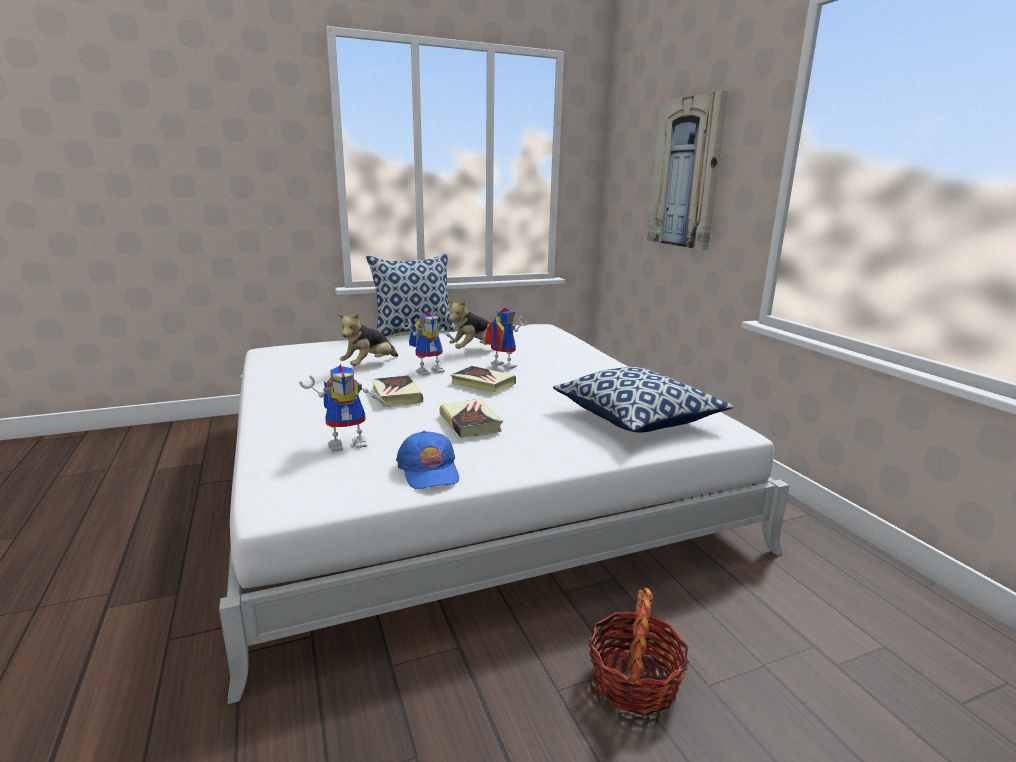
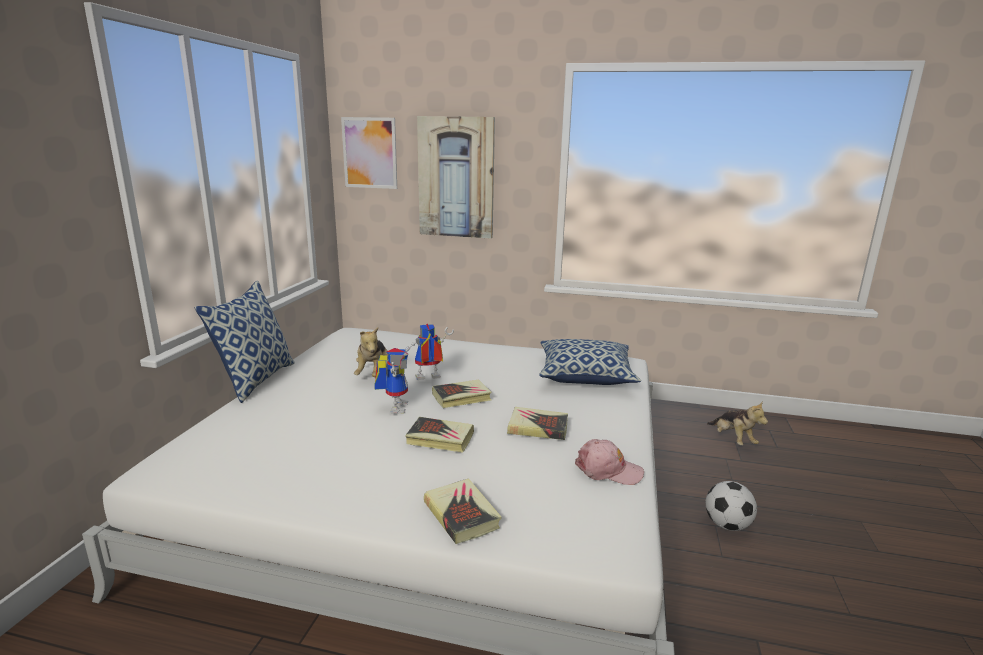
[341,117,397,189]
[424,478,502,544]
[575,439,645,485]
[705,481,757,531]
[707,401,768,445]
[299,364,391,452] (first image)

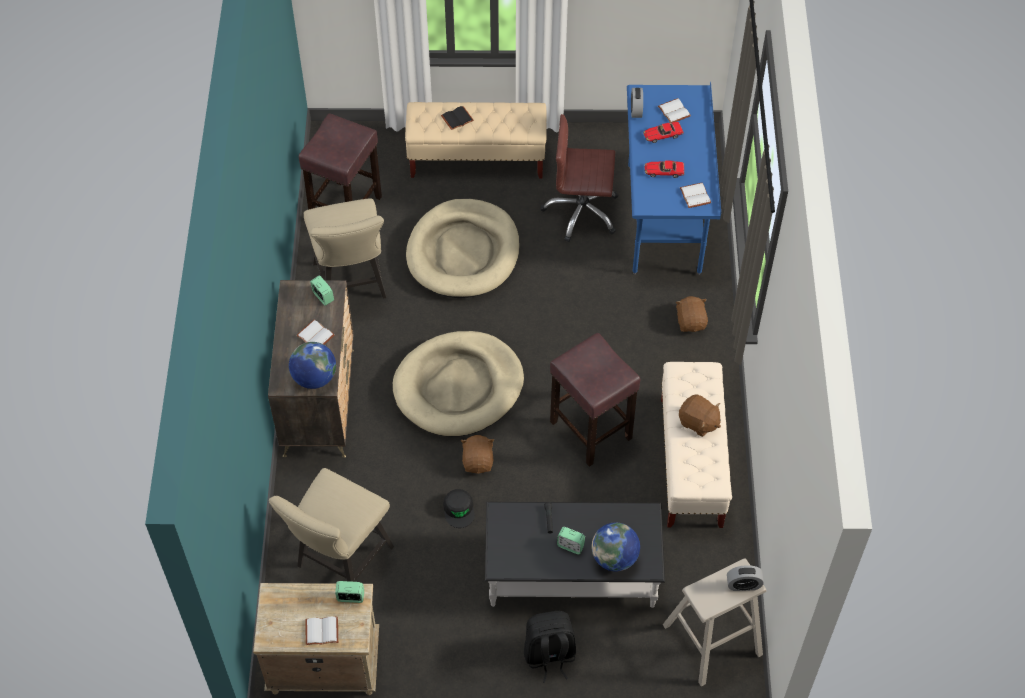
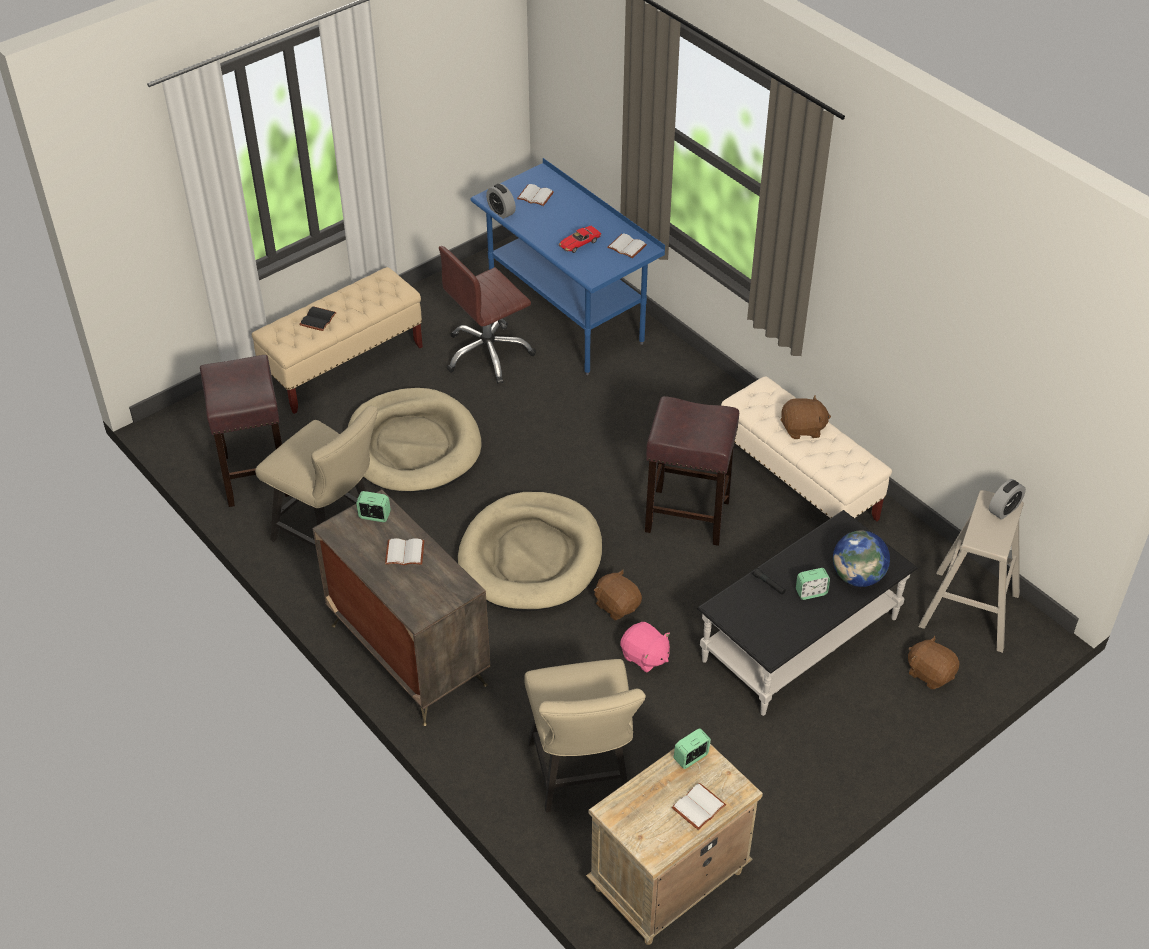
[620,622,670,673]
[908,636,959,689]
[289,342,336,389] (first image)
[524,611,576,683] (first image)
[643,122,684,143] (first image)

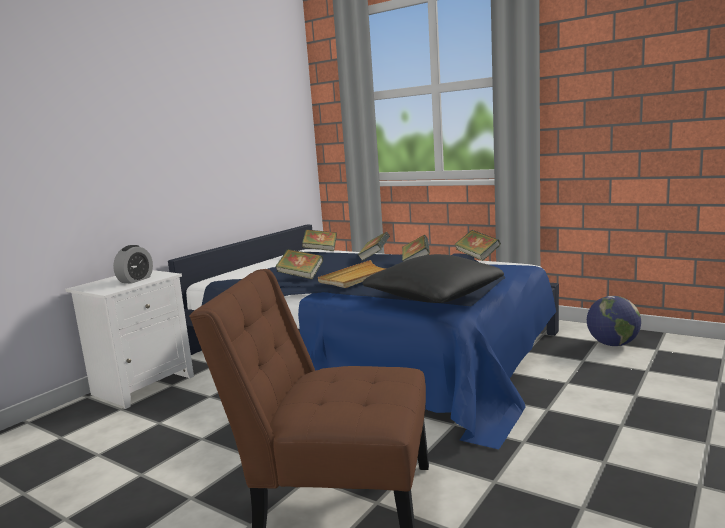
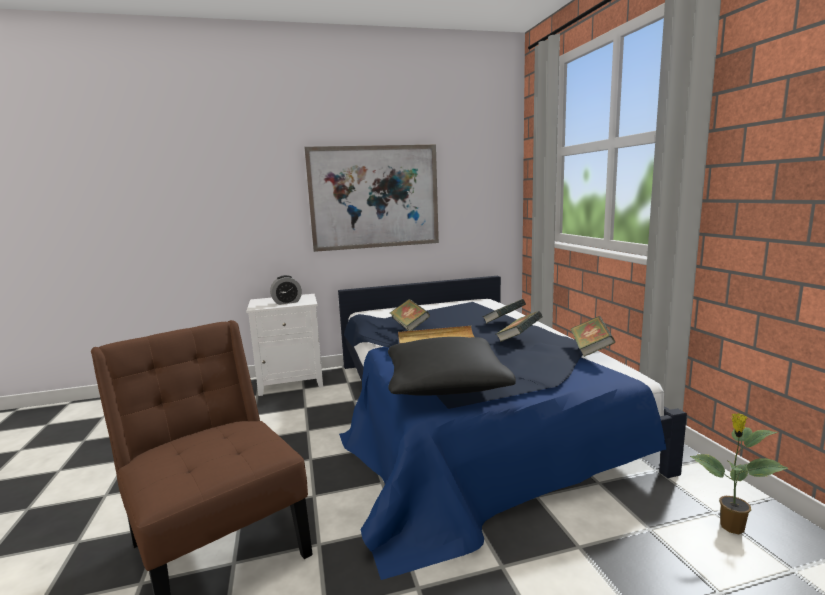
[304,145,439,252]
[690,413,788,534]
[302,229,337,251] (first image)

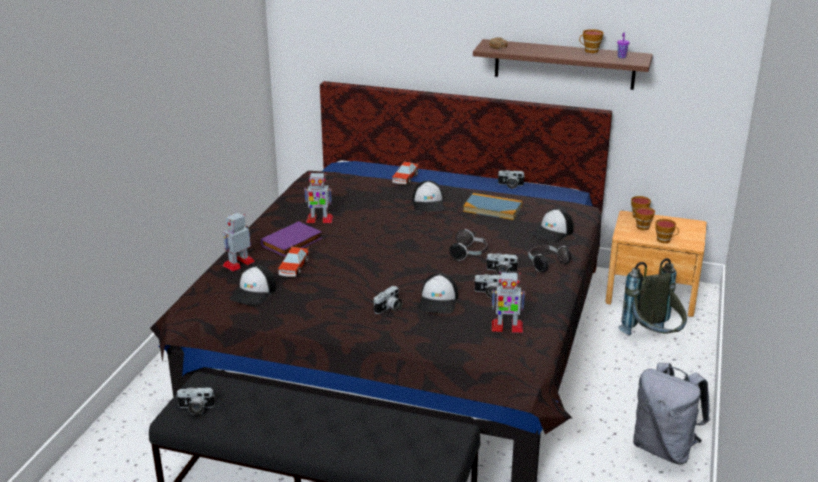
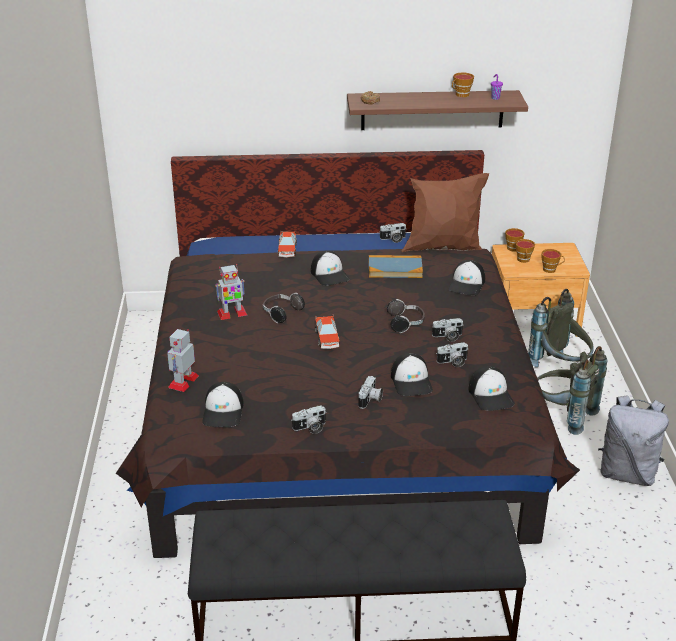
[263,293,305,323]
[291,405,326,434]
[315,316,340,349]
[401,173,489,252]
[469,366,515,411]
[537,346,607,435]
[261,221,322,257] (first image)

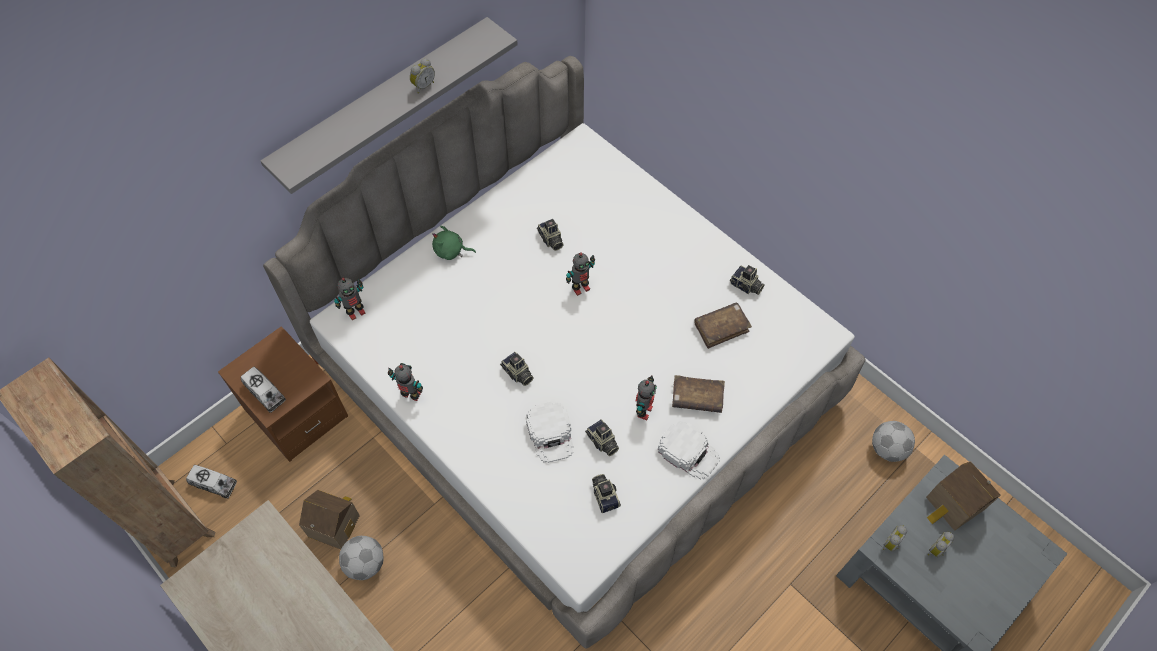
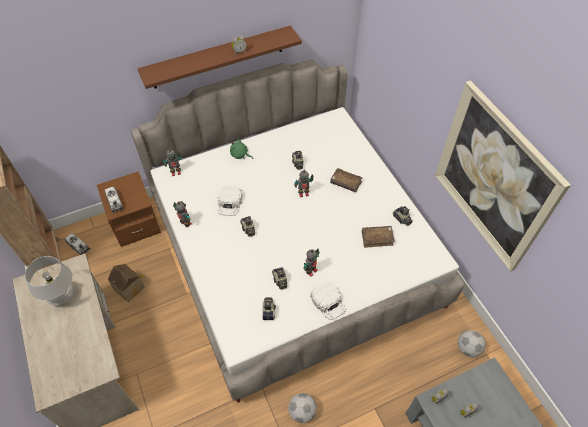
[25,256,74,306]
[137,25,302,89]
[217,185,242,216]
[288,393,317,423]
[330,168,363,192]
[435,80,571,272]
[926,462,1001,531] (first image)

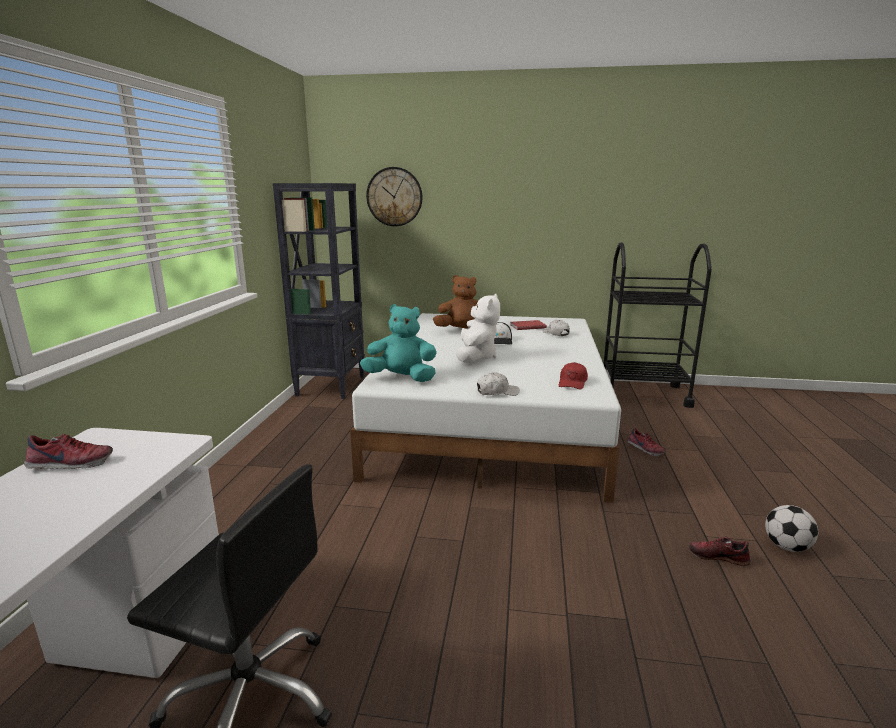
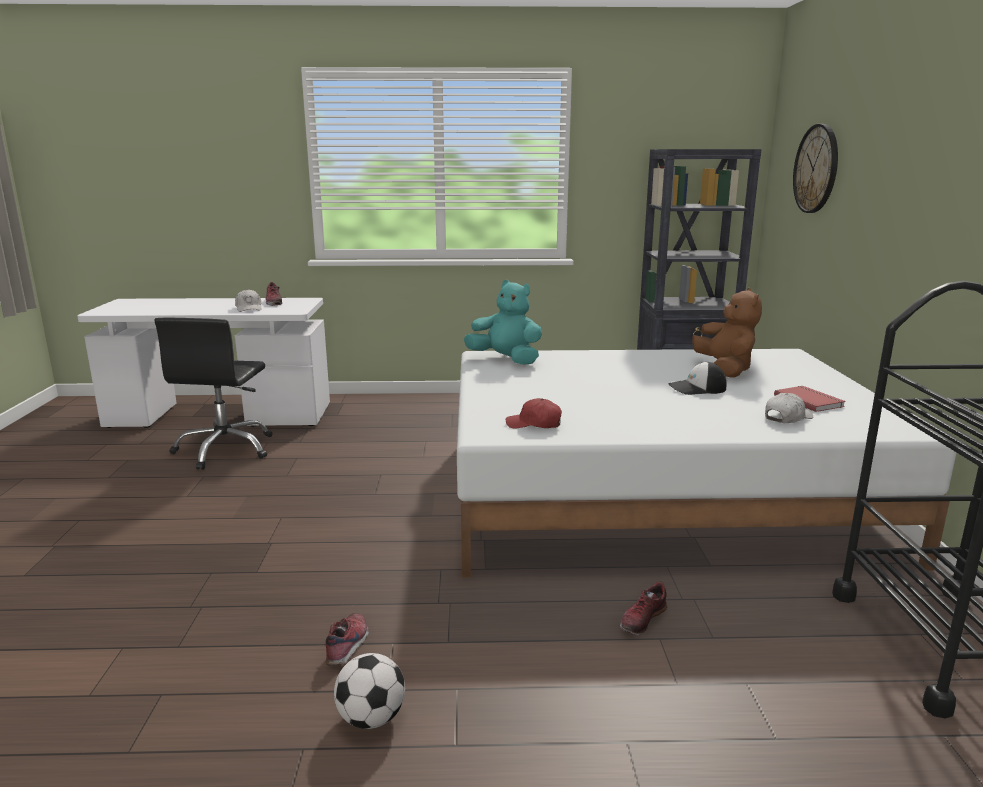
[235,289,261,312]
[464,280,542,365]
[456,294,500,363] (first image)

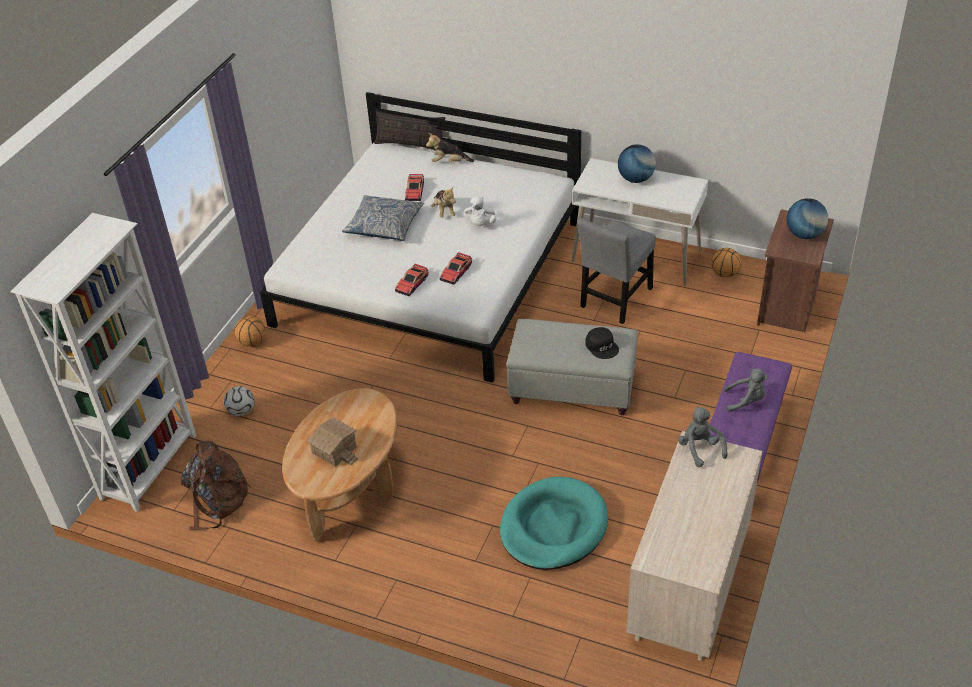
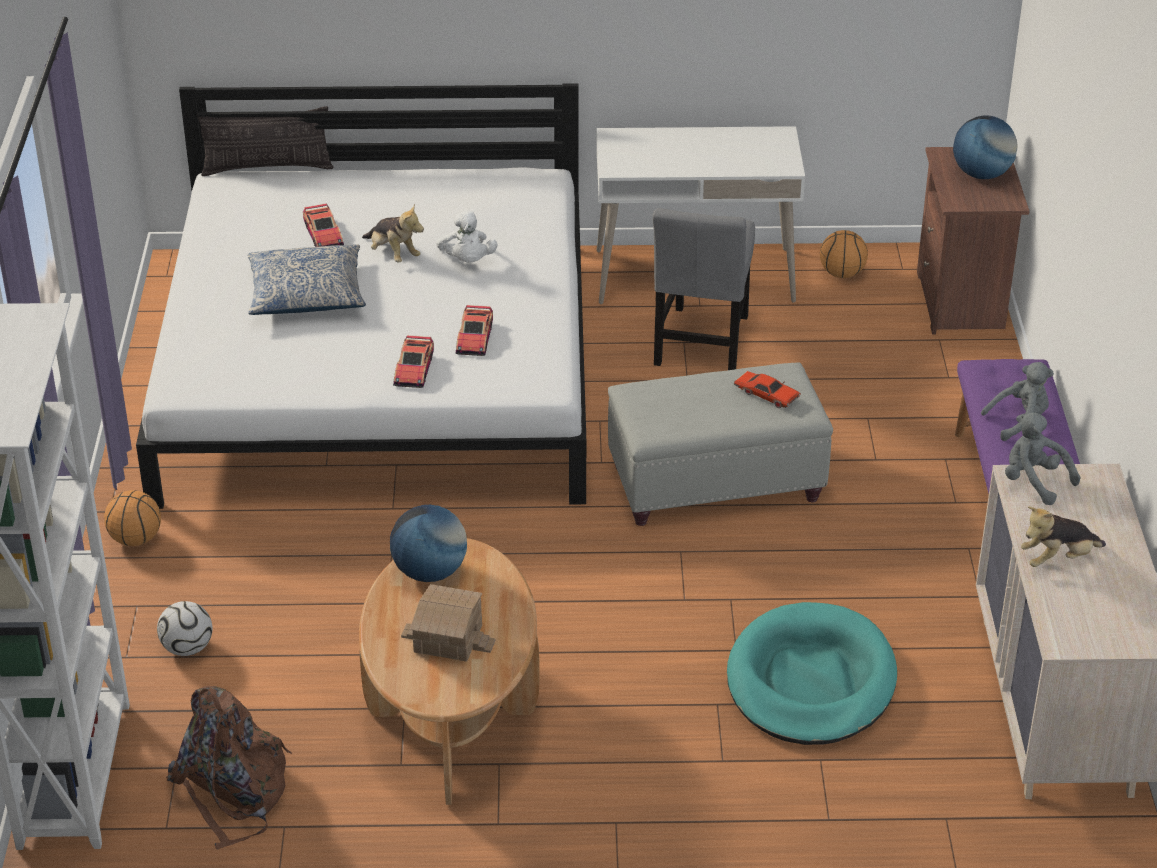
[390,505,467,582]
[734,371,801,408]
[1021,506,1106,567]

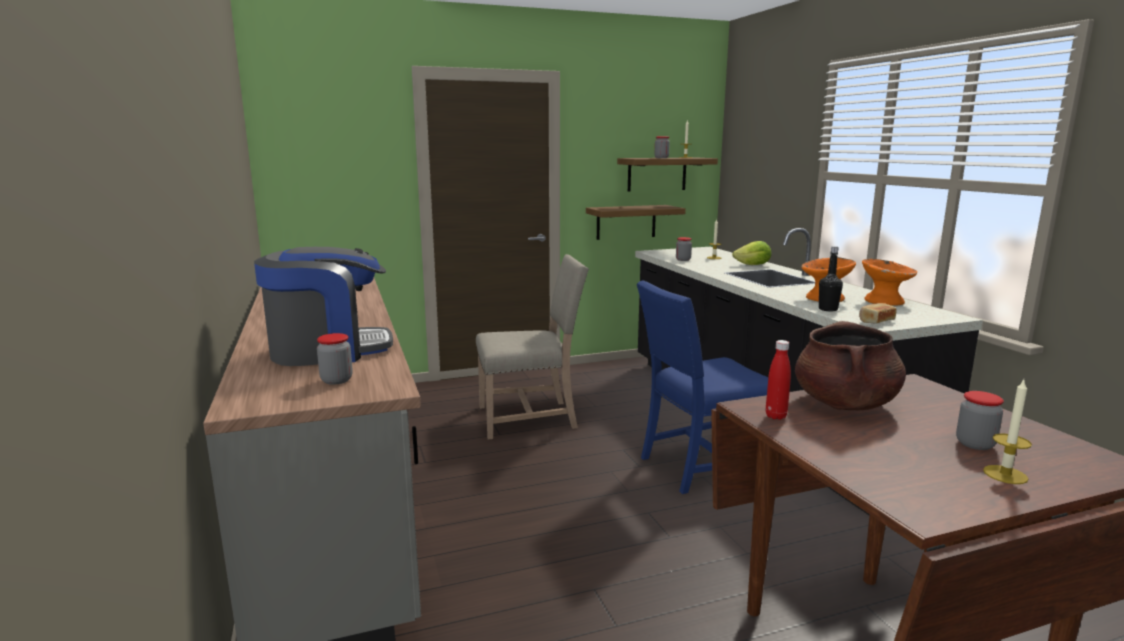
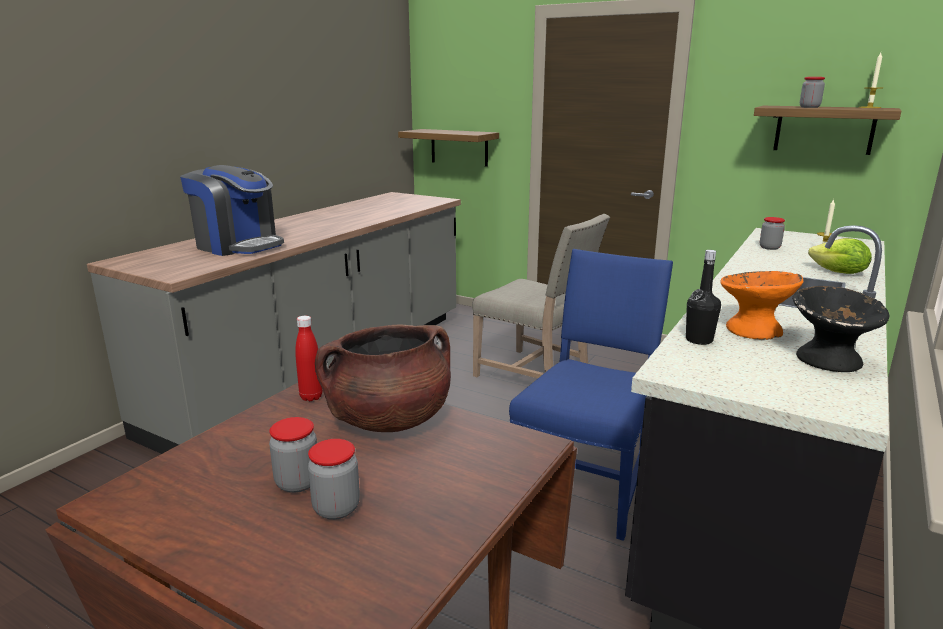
[269,417,317,493]
[398,129,499,167]
[509,249,673,541]
[792,286,889,372]
[859,303,896,324] (first image)
[983,380,1032,484] (first image)

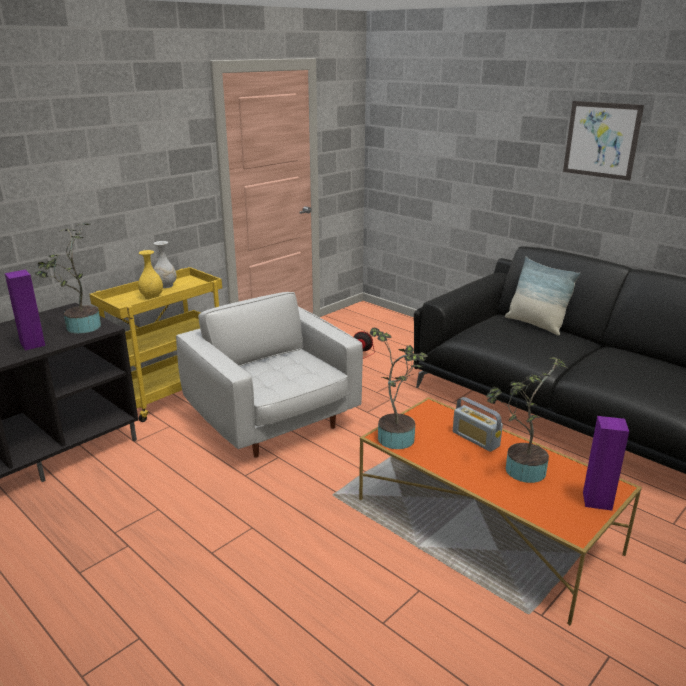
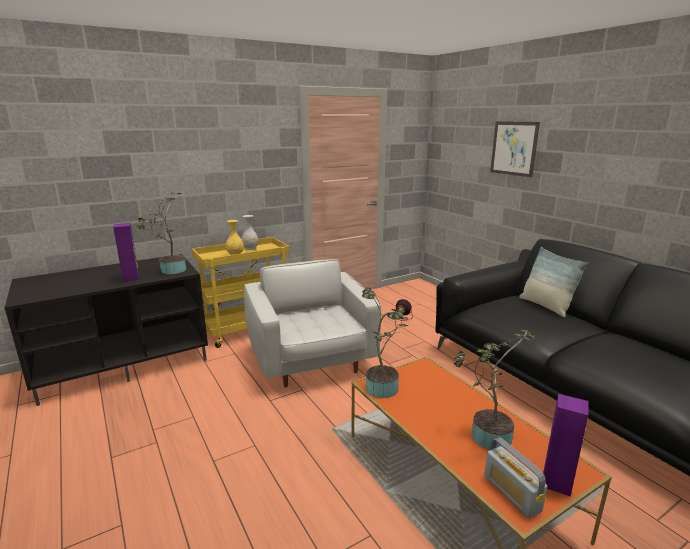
[484,438,547,518]
[490,121,540,177]

